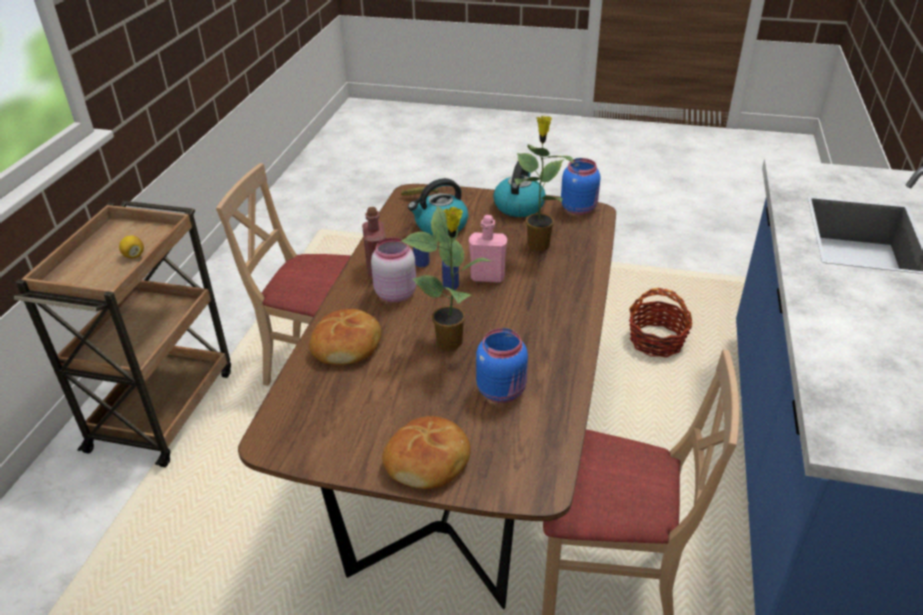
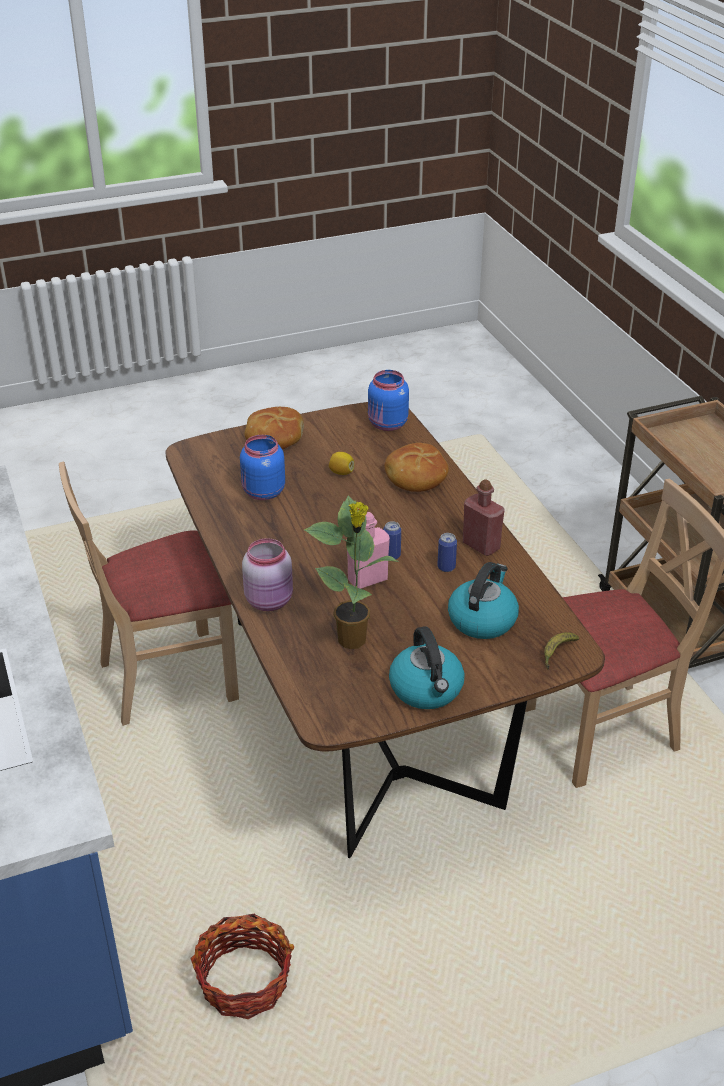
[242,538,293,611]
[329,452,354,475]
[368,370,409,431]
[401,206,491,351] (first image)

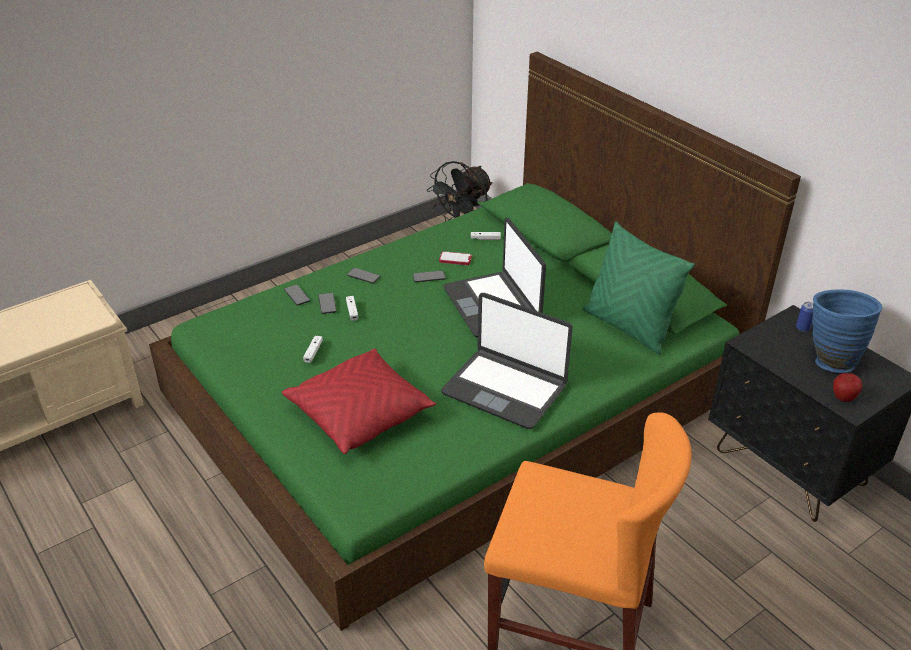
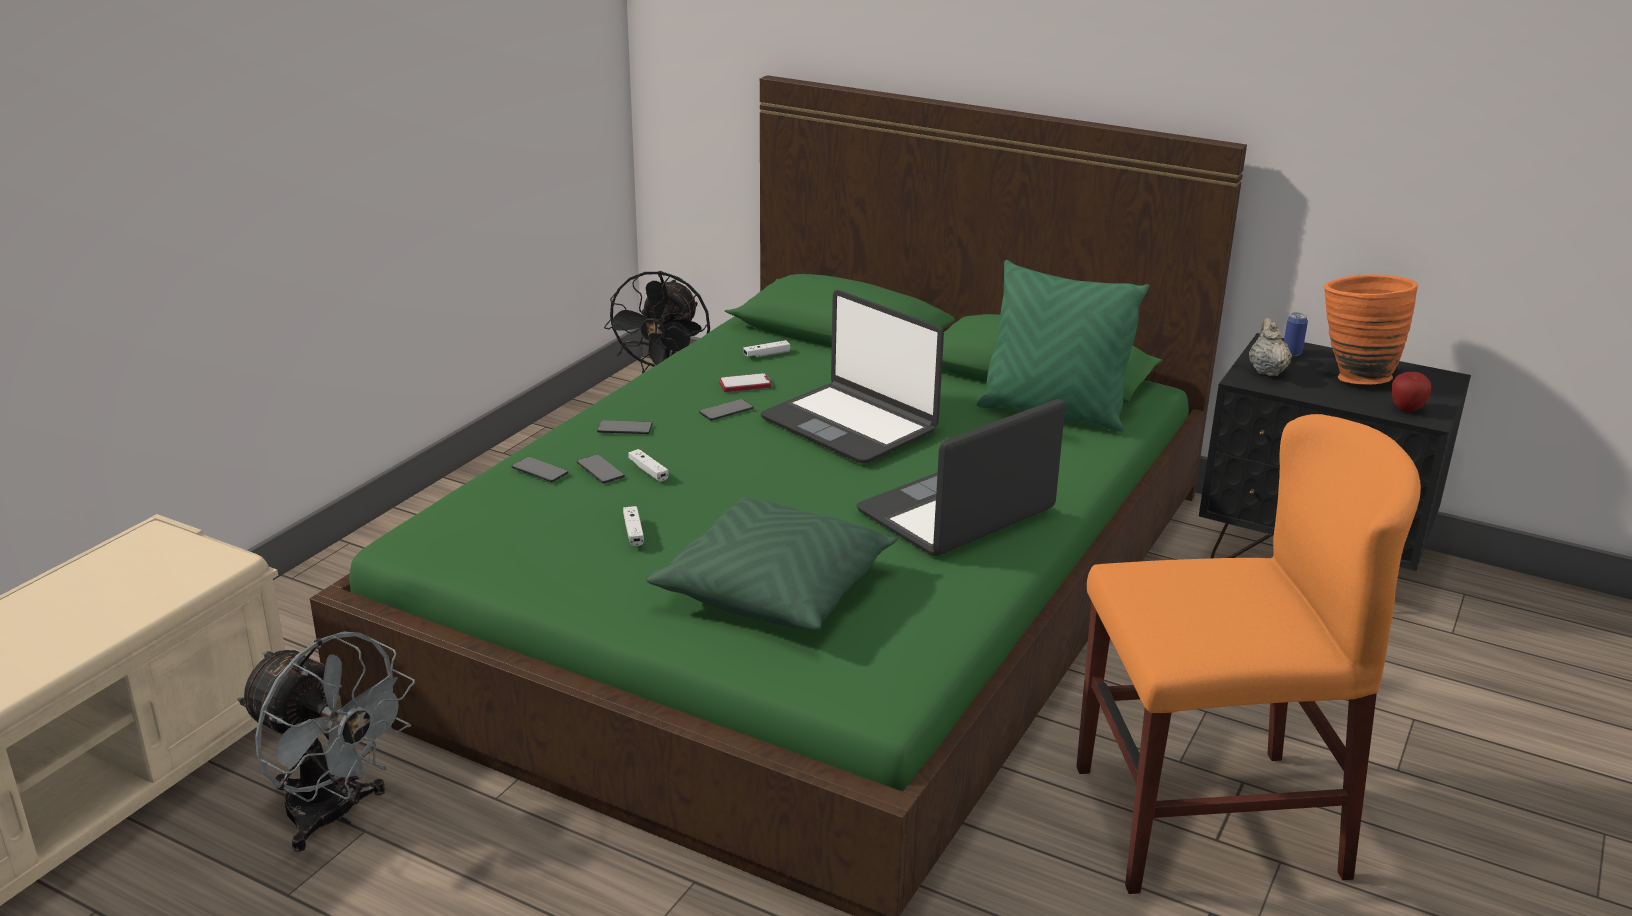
[238,632,415,852]
[646,496,898,630]
[857,399,1065,556]
[1249,318,1292,376]
[1323,274,1418,384]

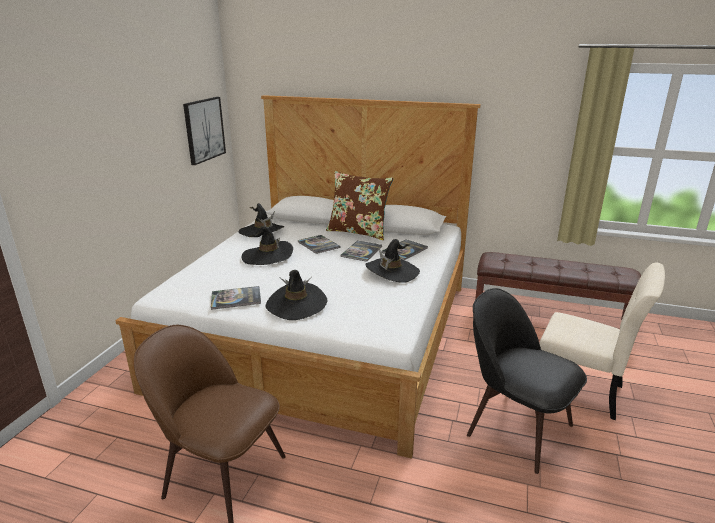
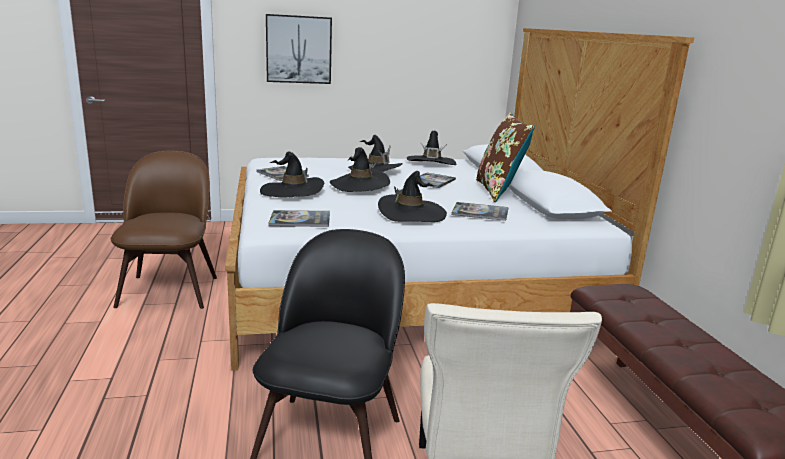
[266,14,332,84]
[268,210,330,227]
[330,147,390,192]

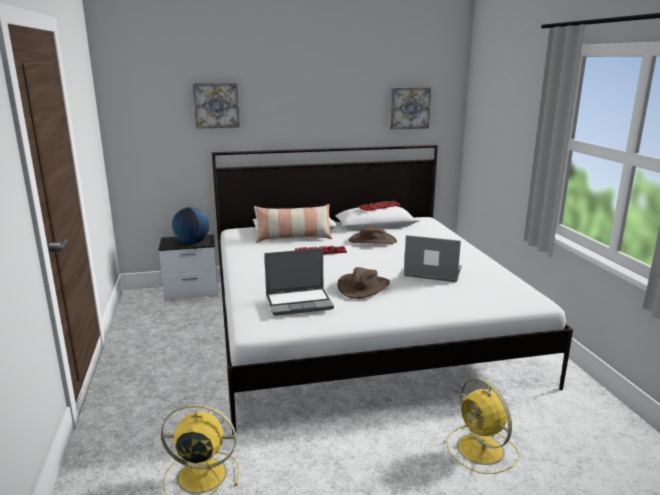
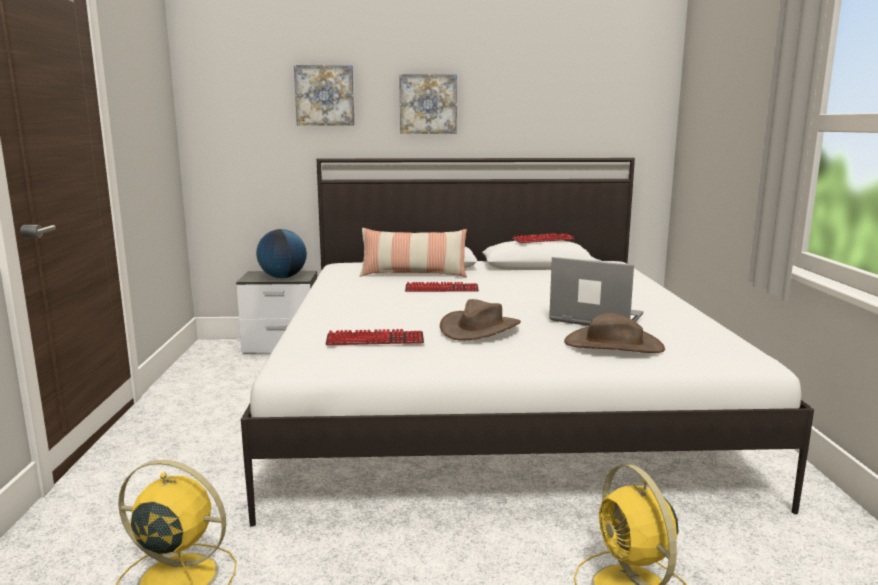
[326,329,424,345]
[399,74,457,134]
[564,313,665,353]

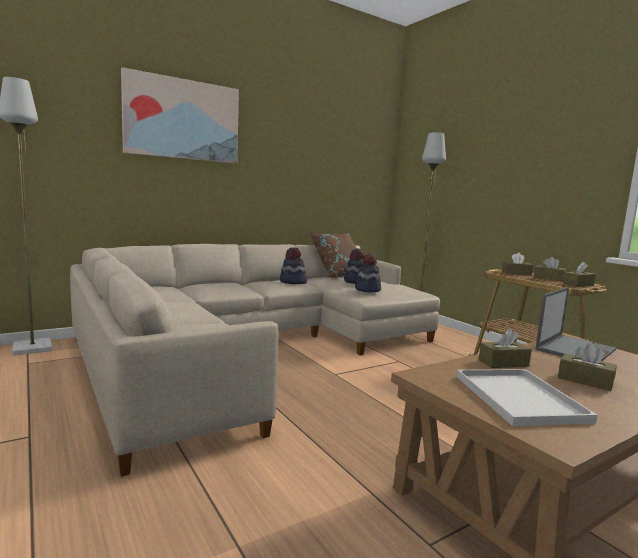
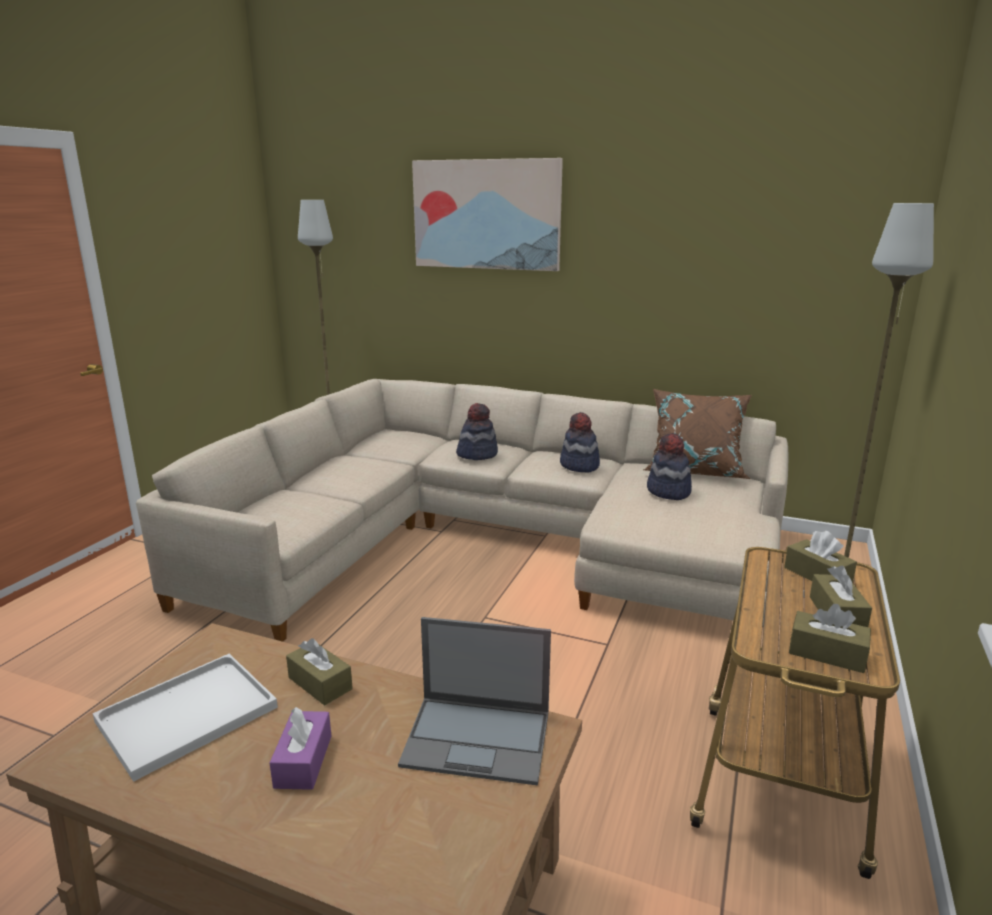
[270,707,331,790]
[456,403,498,460]

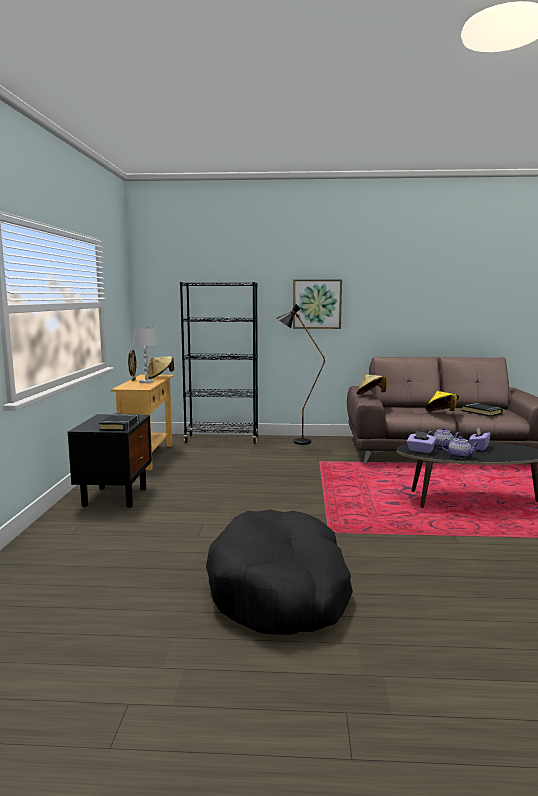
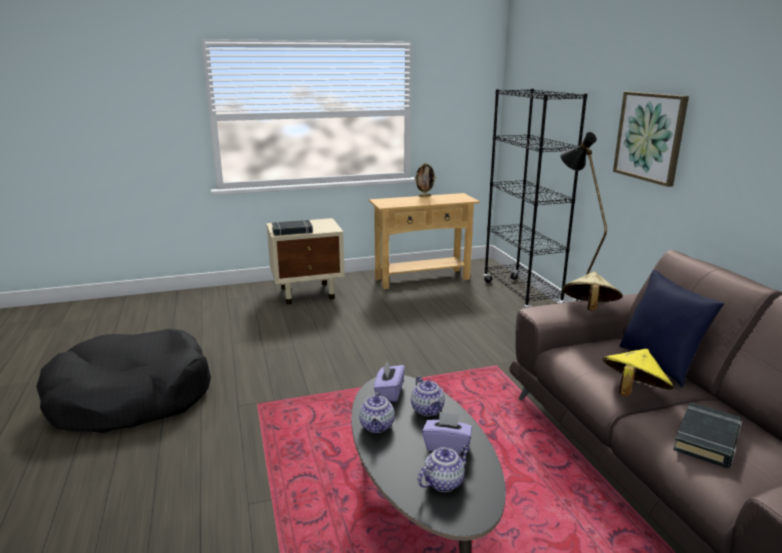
[266,218,345,304]
[417,445,470,492]
[620,270,724,388]
[133,327,158,383] (first image)
[148,356,174,379] (first image)

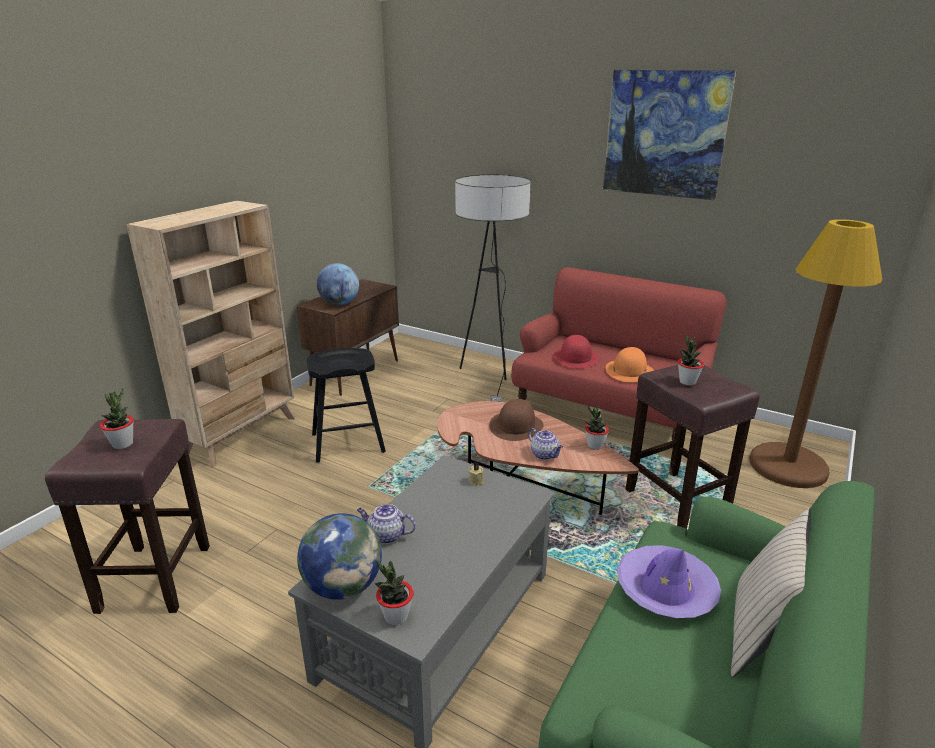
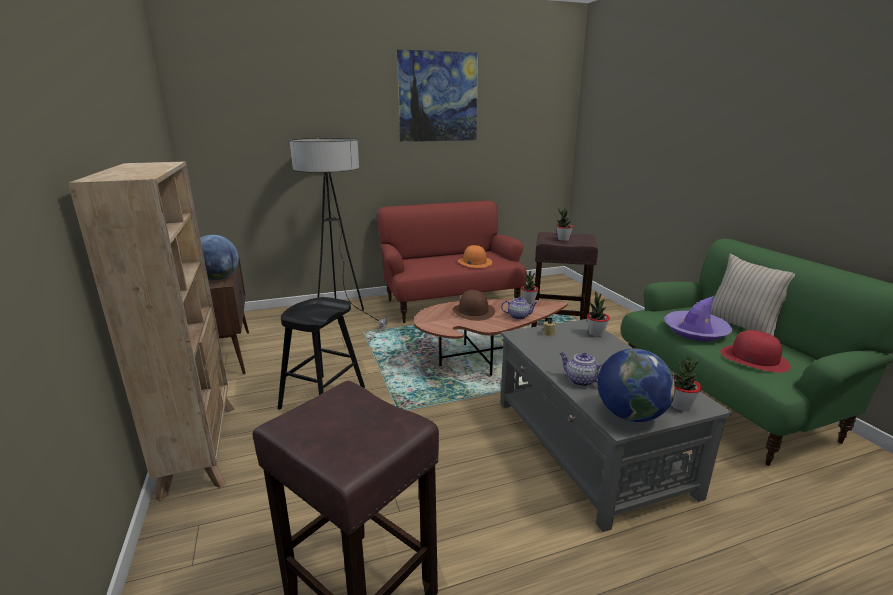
[559,352,603,387]
[587,291,610,337]
[721,330,791,373]
[749,219,882,488] (first image)

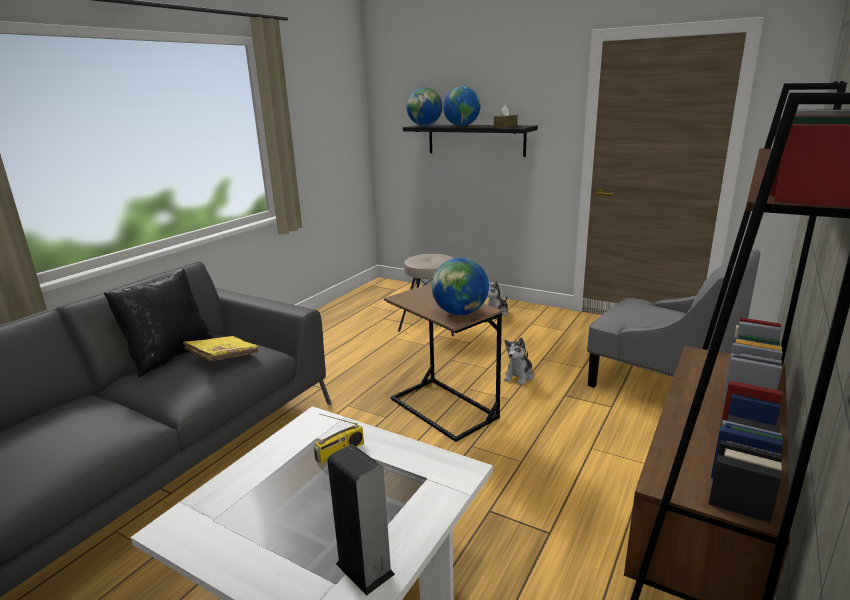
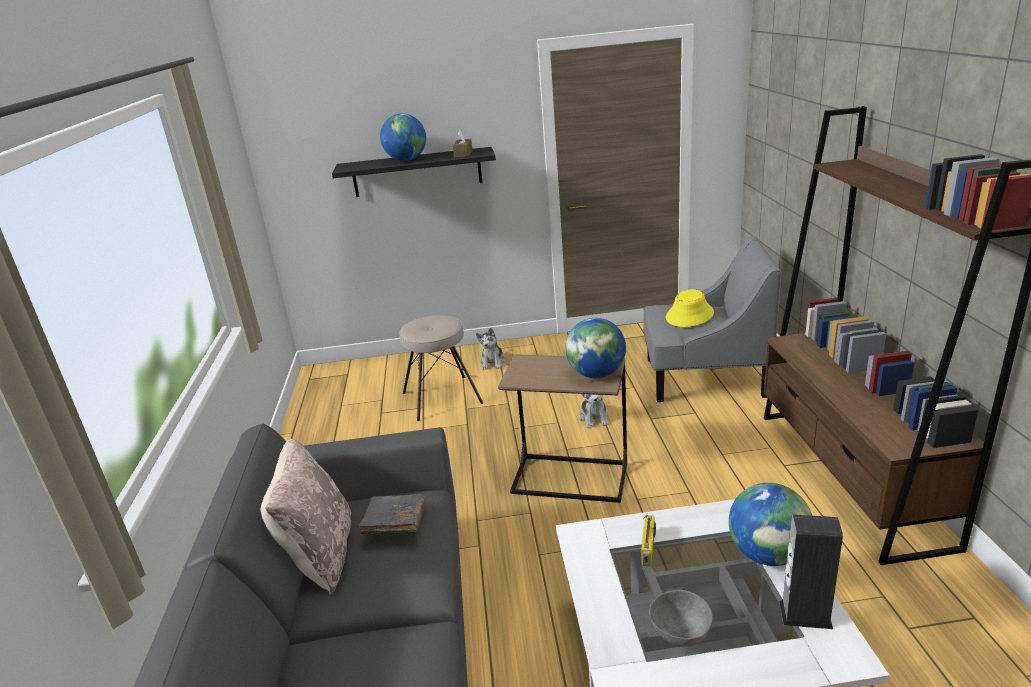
[261,439,351,595]
[359,493,426,535]
[649,589,713,647]
[666,289,714,327]
[729,483,812,566]

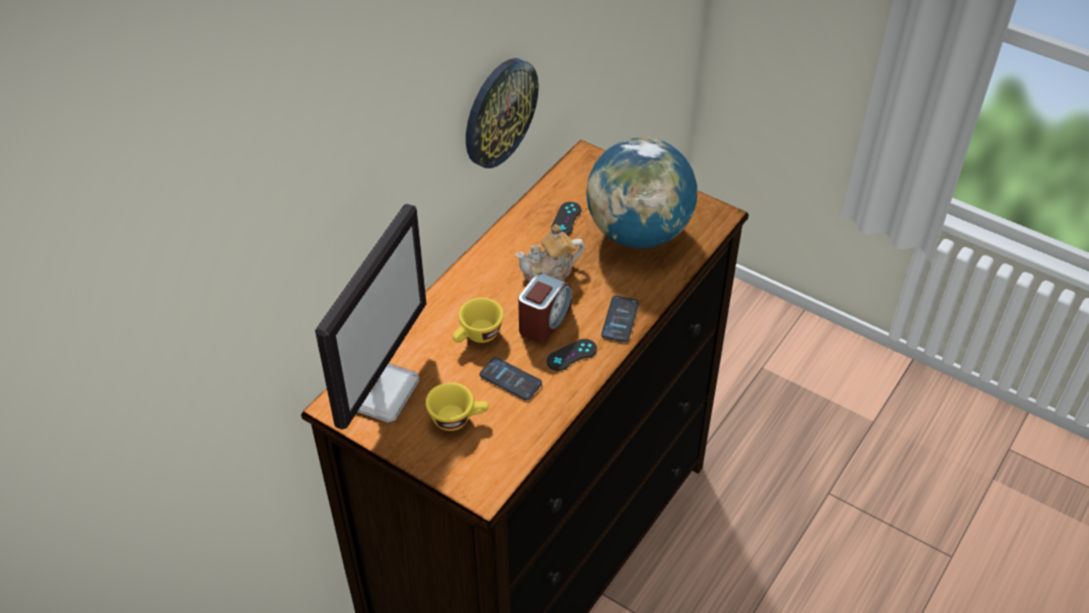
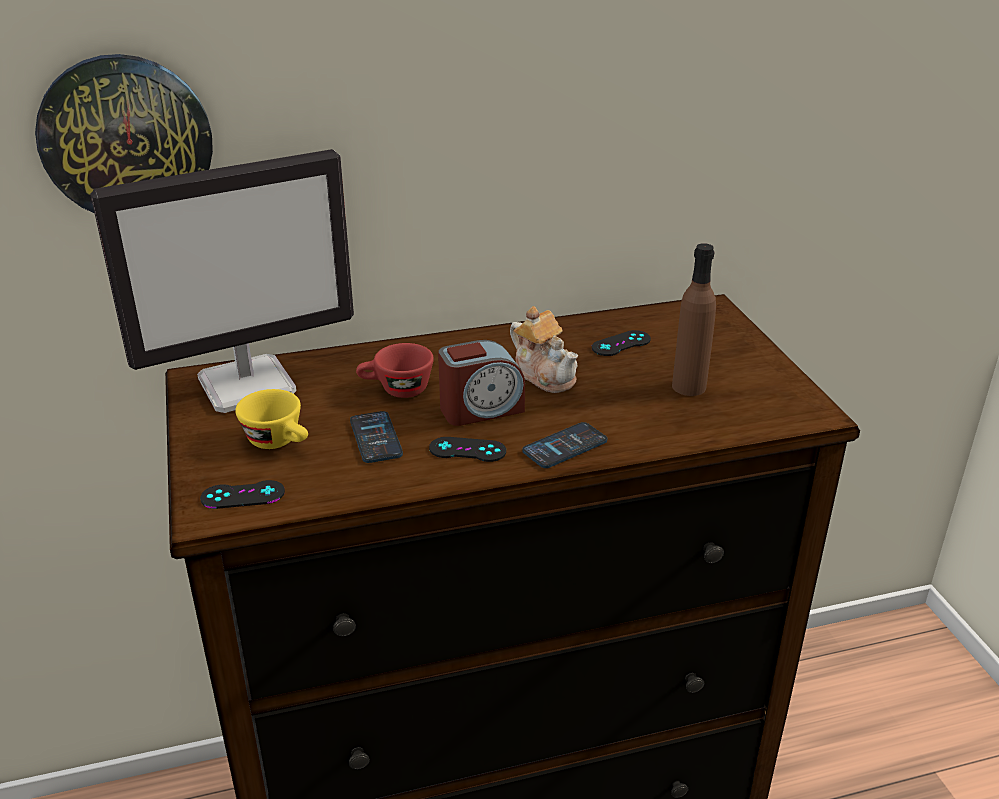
[35,54,213,214]
[200,480,285,509]
[356,343,434,398]
[510,306,578,393]
[672,243,716,396]

